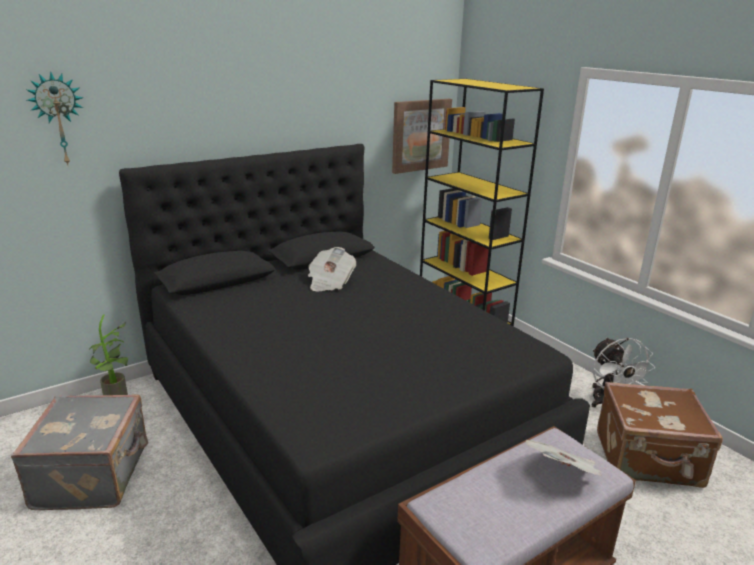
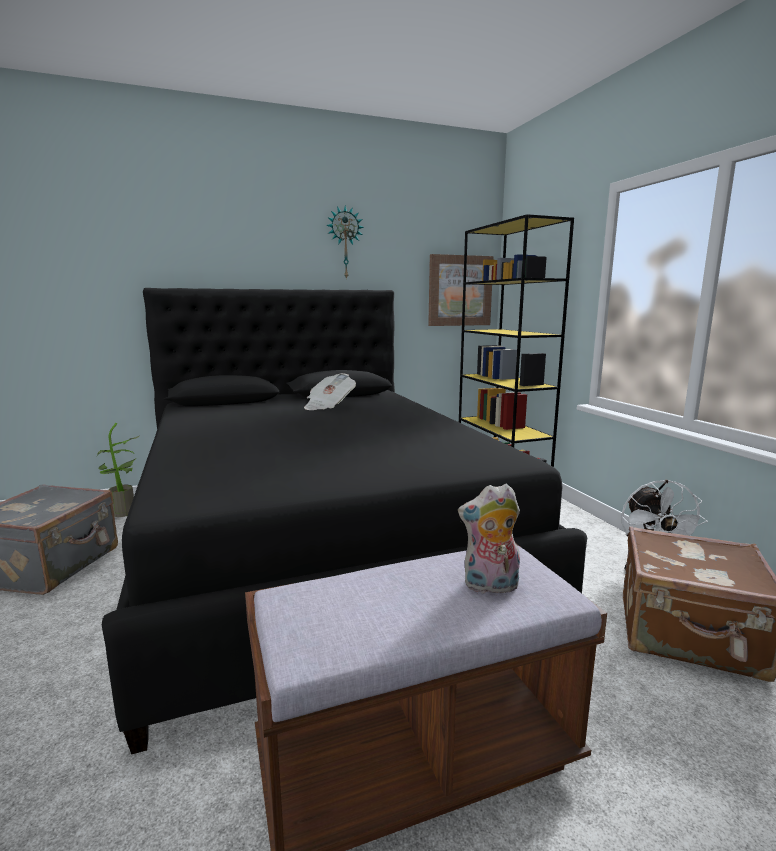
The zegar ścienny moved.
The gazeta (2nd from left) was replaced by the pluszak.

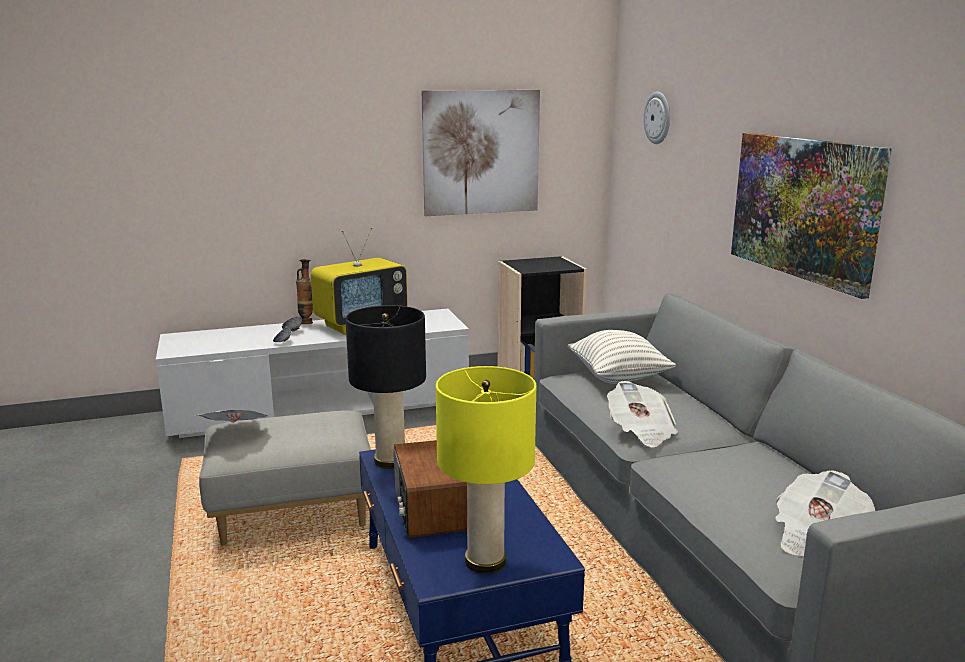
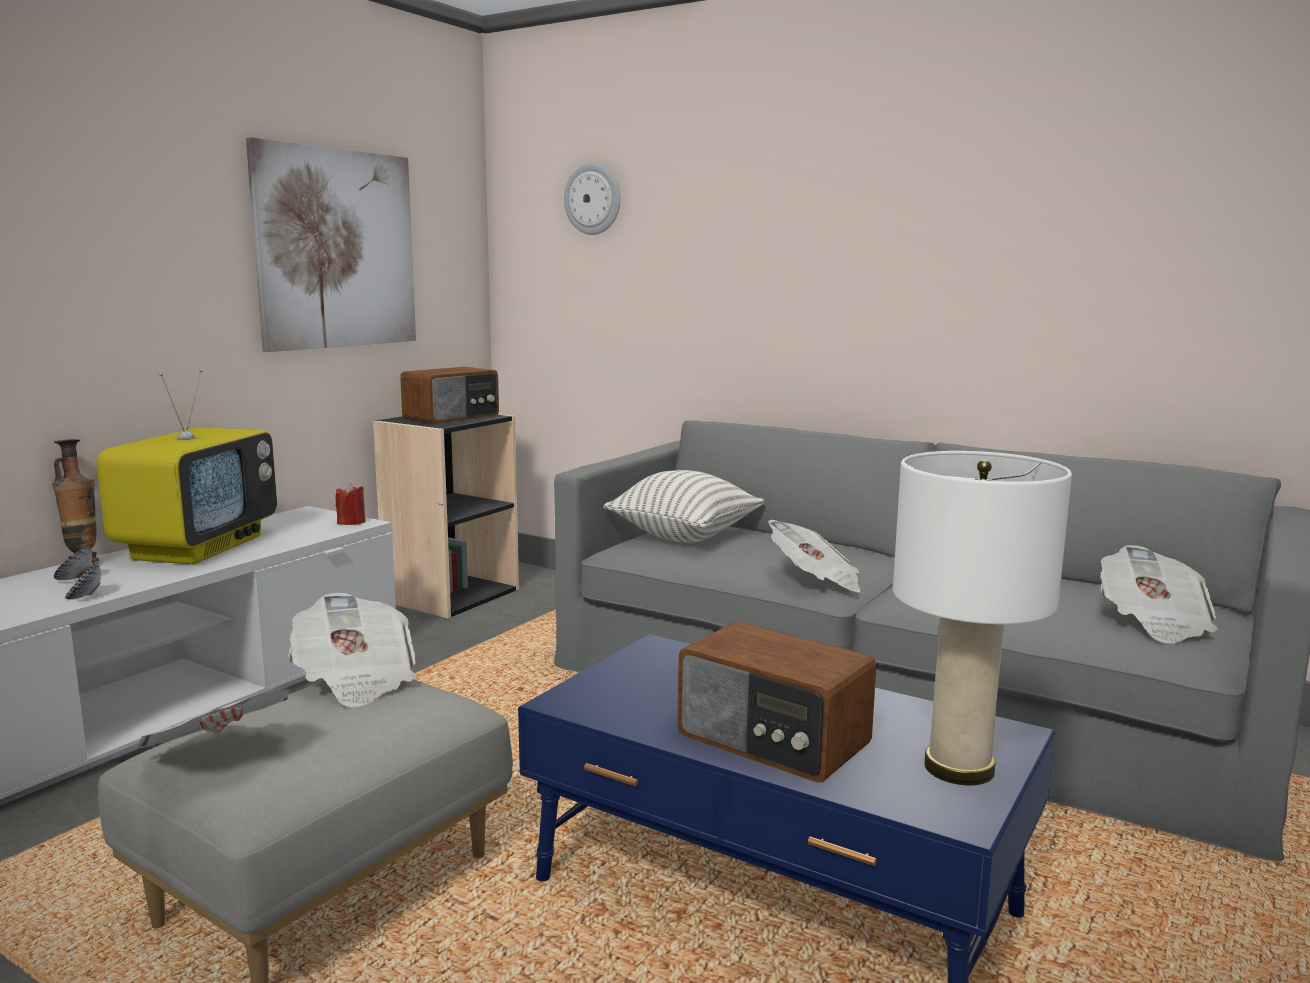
The gazeta (2nd from left) appeared.
The świeca (czerwony) appeared.
The radio (1st from left) appeared.
The lampa stołowa (żółty) became the lampa stołowa (biały).
The lampa stołowa (czarny) disappeared.
The obraz (2nd from left) disappeared.

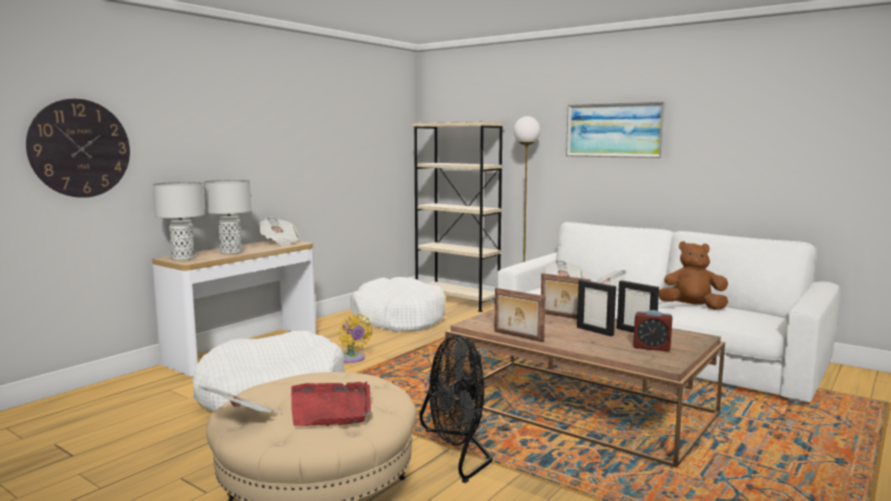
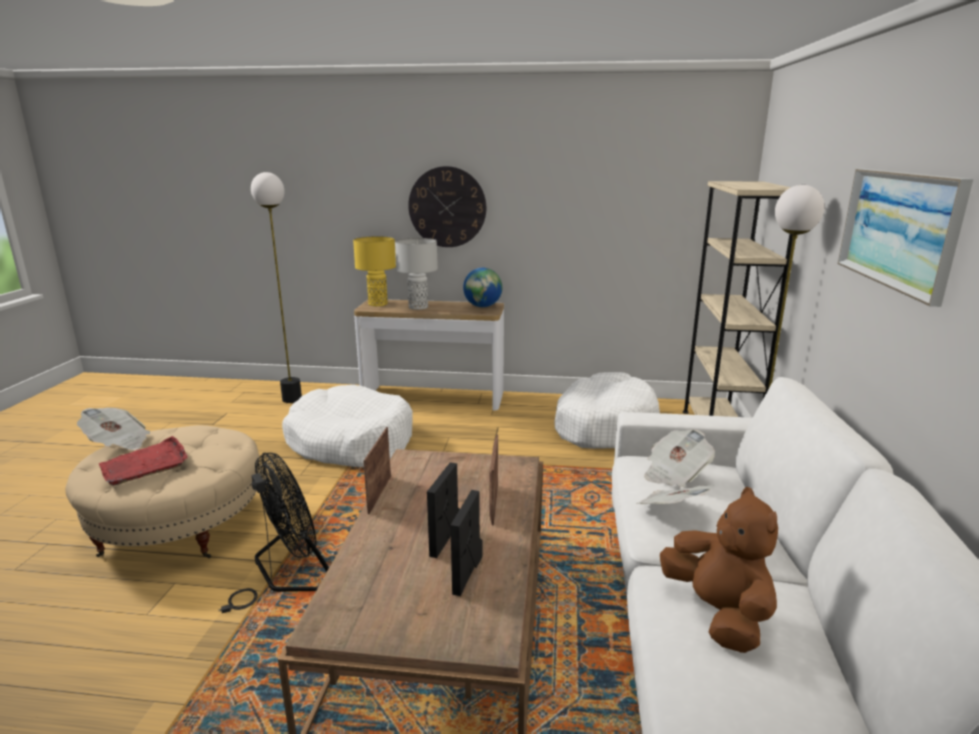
The wentylator (czarny) turned 105 degrees clockwise.
The lampa stojąca (1st from left) appeared.
The lampa stołowa (biały) (1st from left) became the lampa stołowa (żółty).
The zegar ścienny moved.
The gazeta (2nd from left) was replaced by the globus.
The wentylator (żółty) disappeared.
The budzik disappeared.

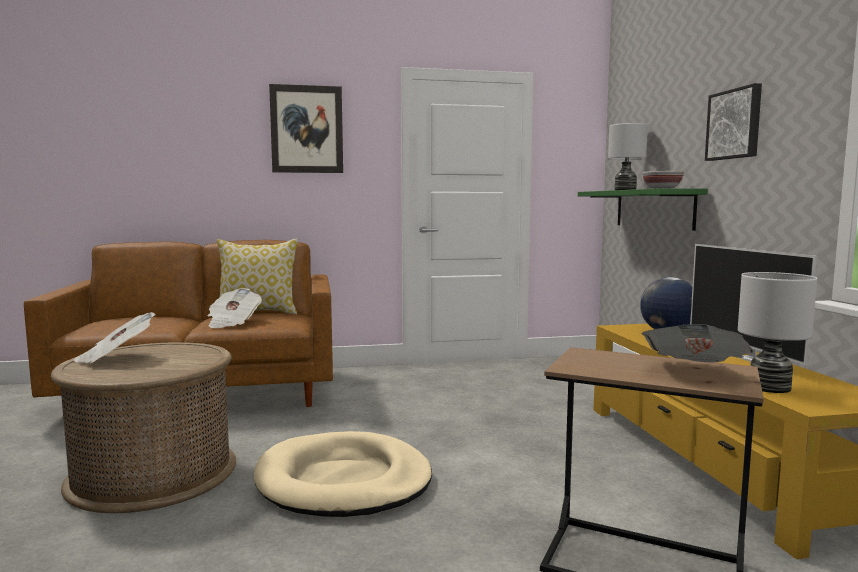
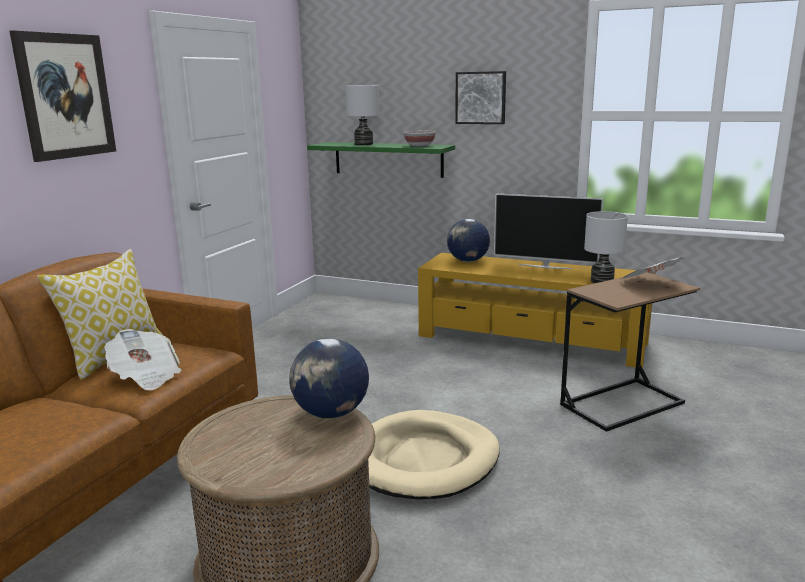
The globus (1st from left) appeared.
The gazeta (1st from left) disappeared.

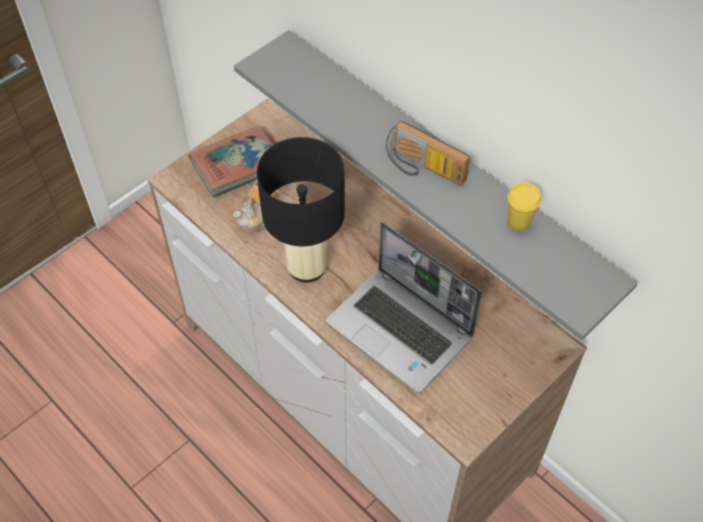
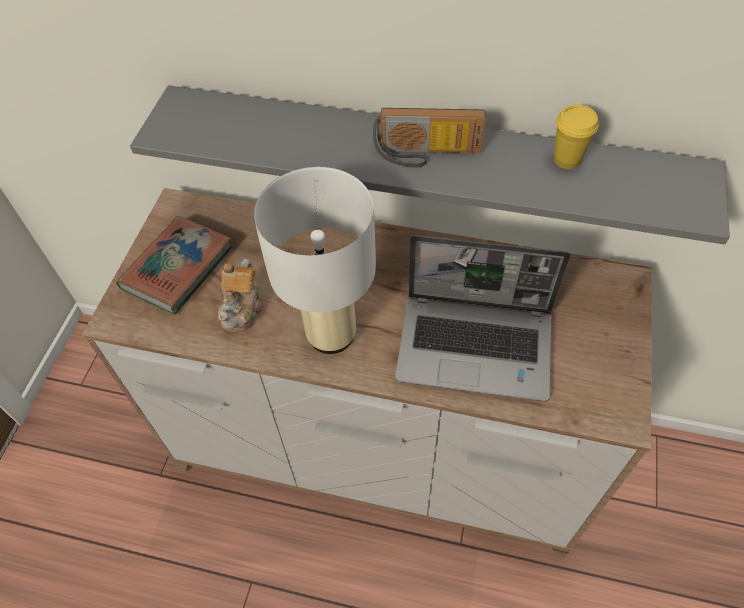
The lampa stołowa (czarny) became the lampa stołowa (biały).

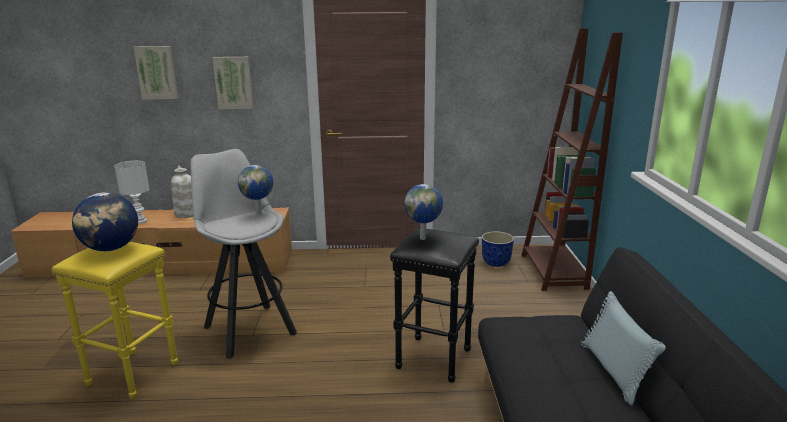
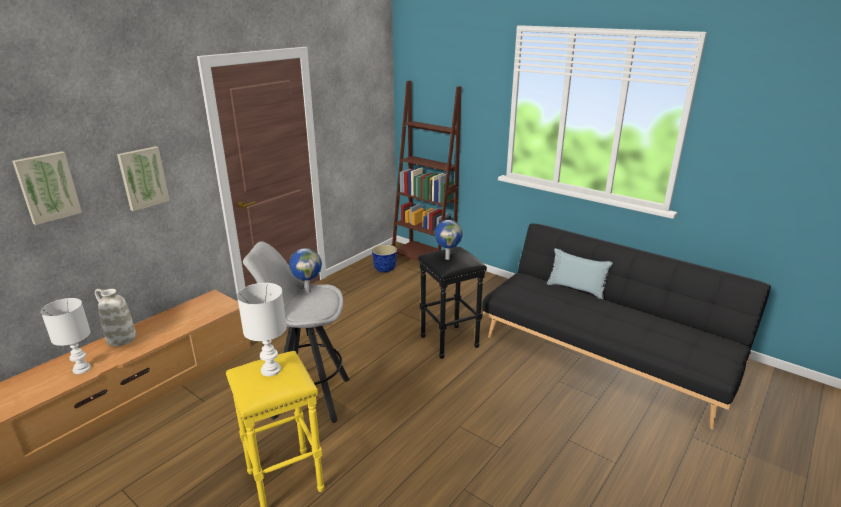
The globus (1st from left) was replaced by the lampa stołowa (biały) (2nd from left).

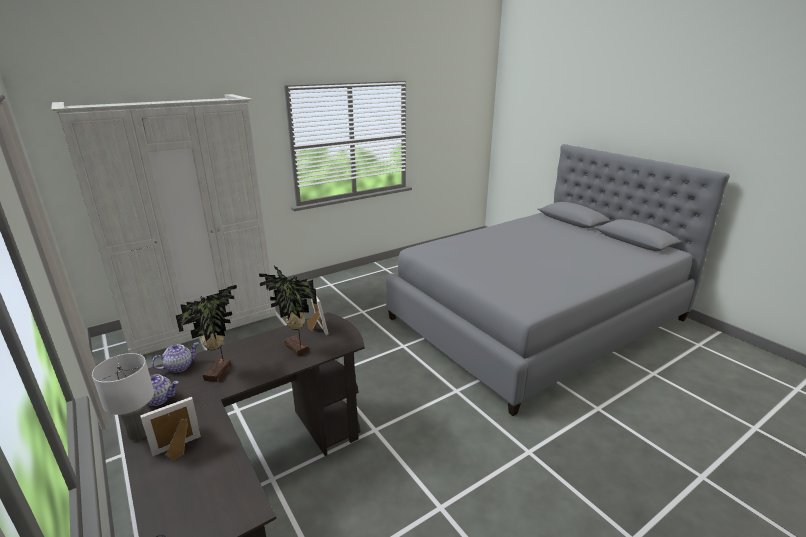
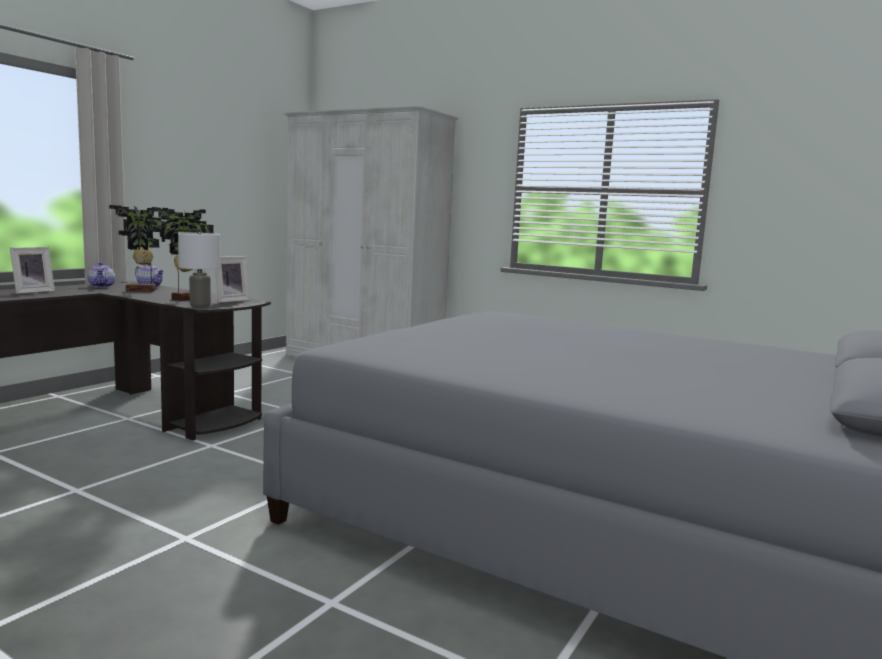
The ramka na zdjęcie (1st from left) turned 90 degrees clockwise.
The lampa stołowa (biały) moved.

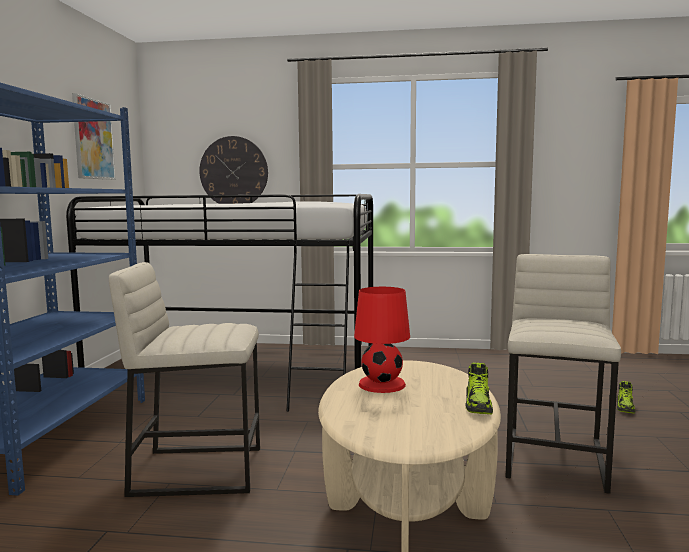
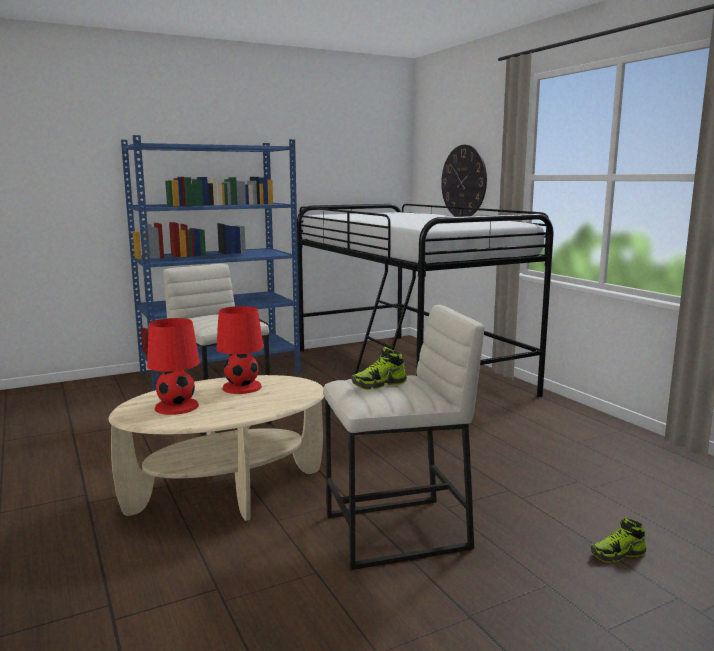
The lampa stołowa (czerwony) (1st from left) appeared.
The but (1st from left) moved.
The obraz disappeared.

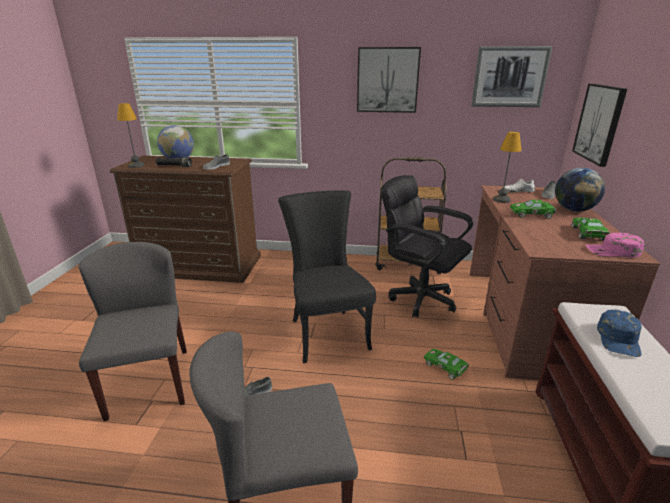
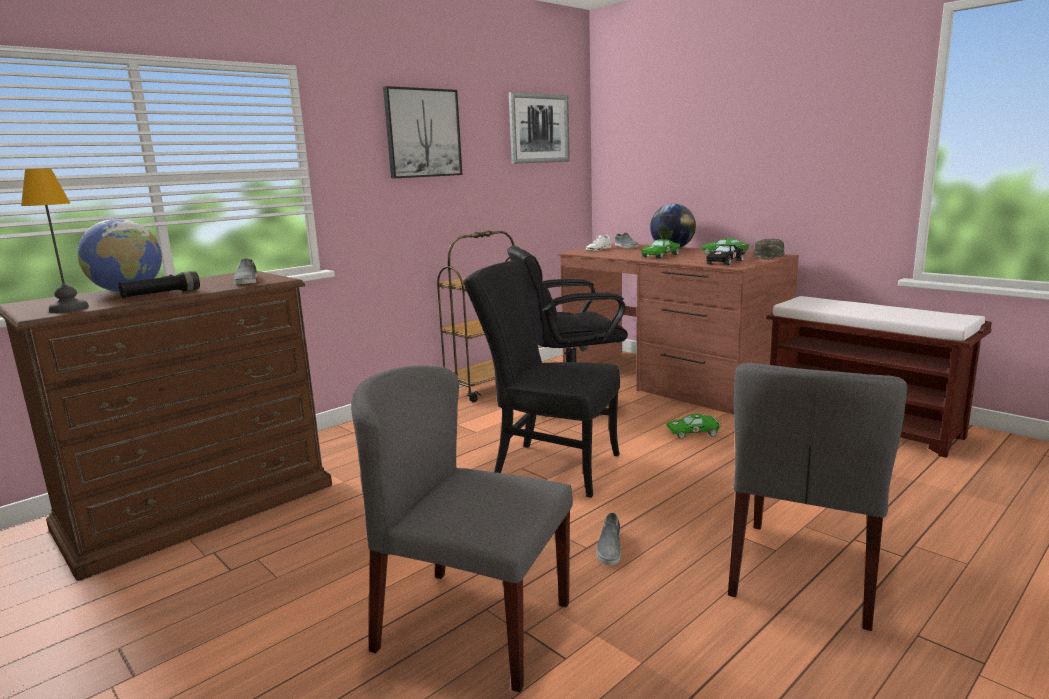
The samochodzik (czarny) appeared.
The czapka z daszkiem (różowy) became the czapka z daszkiem (zielony).
The lampa stołowa (2nd from left) disappeared.
The obraz (3rd from left) disappeared.
The czapka z daszkiem (niebieski) disappeared.

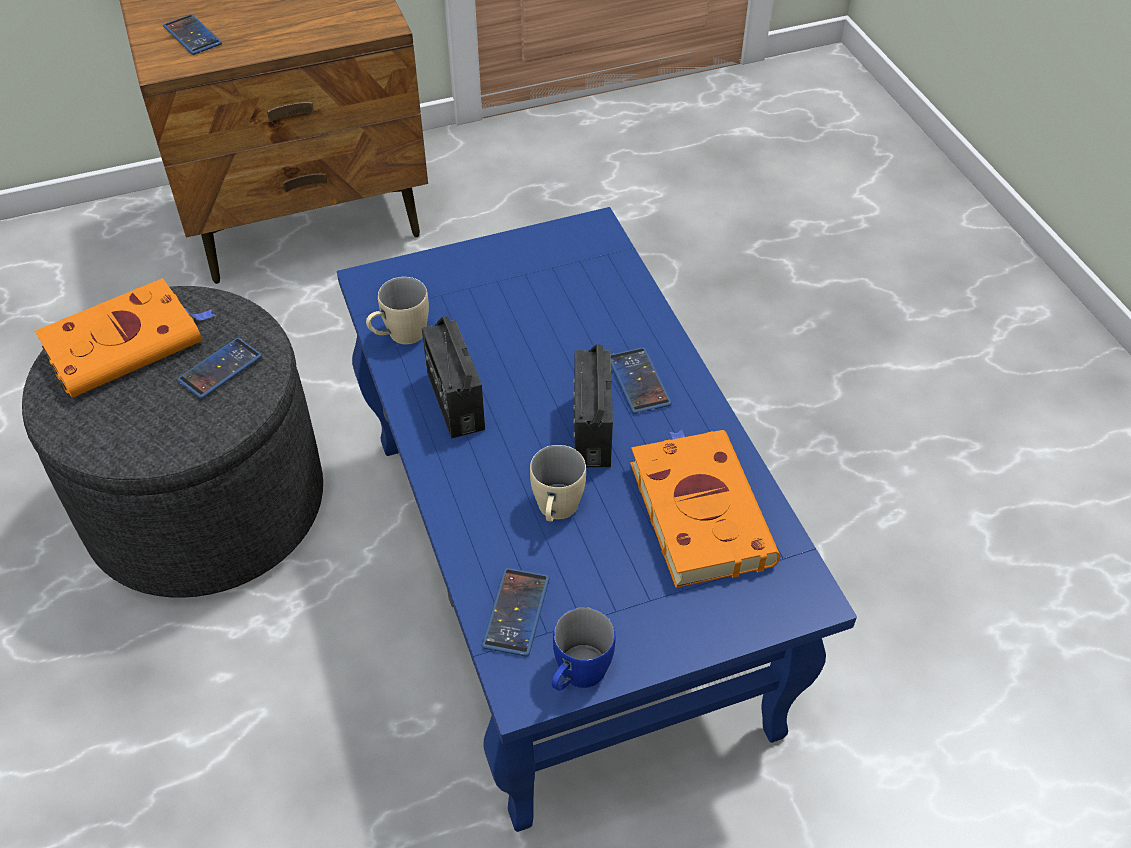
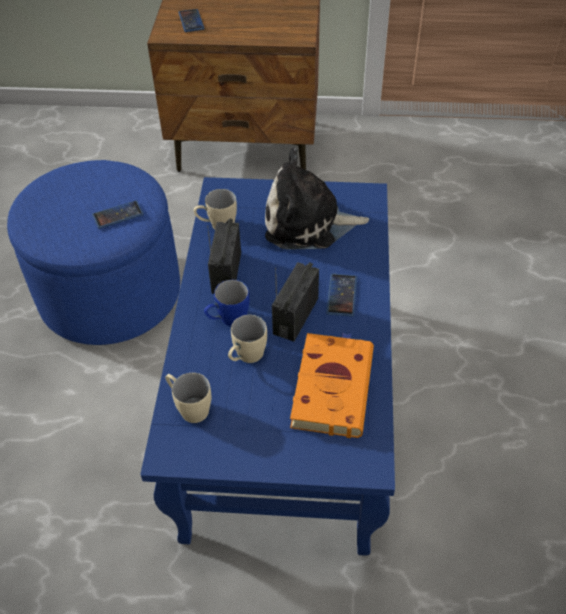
The pufa (szary) became the pufa (niebieski).
The telefon (3rd from left) was replaced by the kubek (beżowy) (1st from left).
The kubek (niebieski) moved.
The pluszak appeared.
The książka (pomarańczowy) (1st from left) disappeared.

